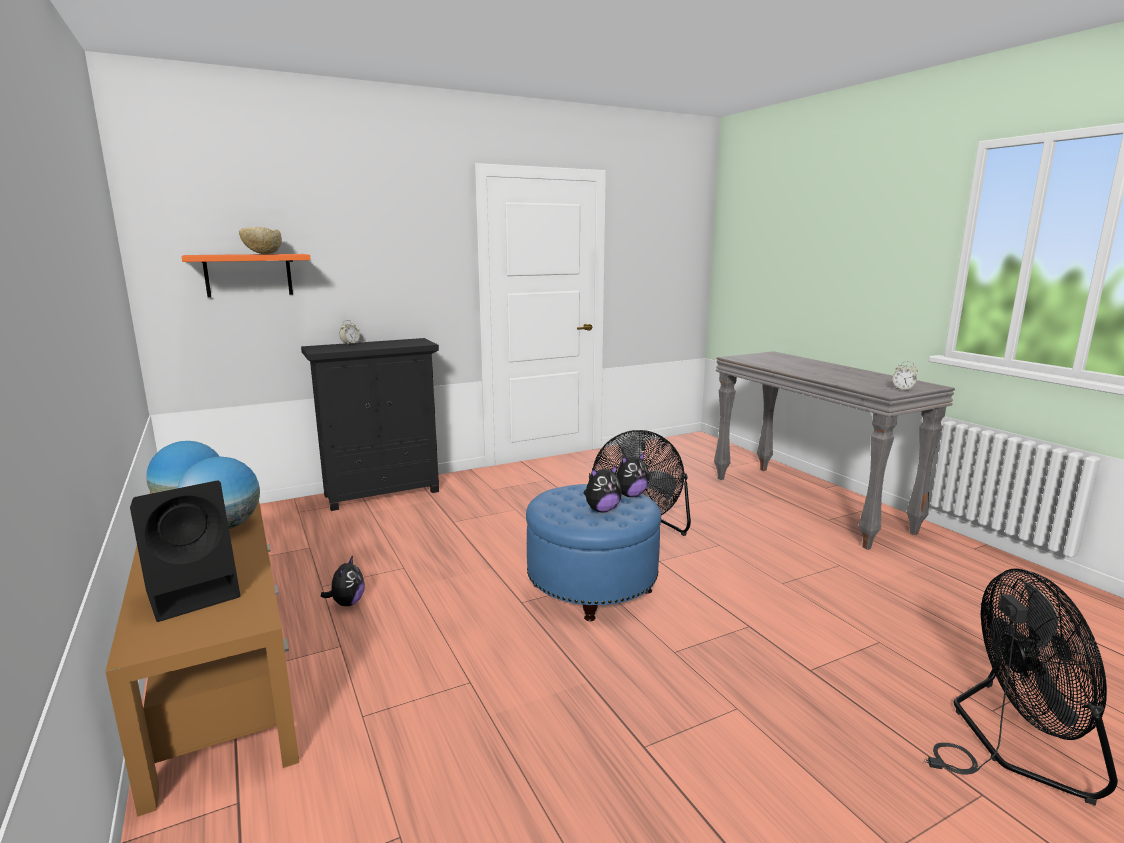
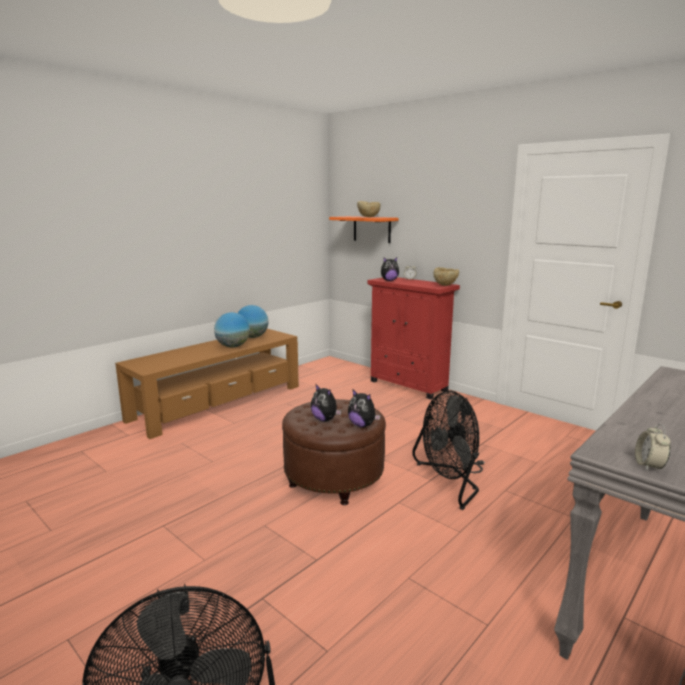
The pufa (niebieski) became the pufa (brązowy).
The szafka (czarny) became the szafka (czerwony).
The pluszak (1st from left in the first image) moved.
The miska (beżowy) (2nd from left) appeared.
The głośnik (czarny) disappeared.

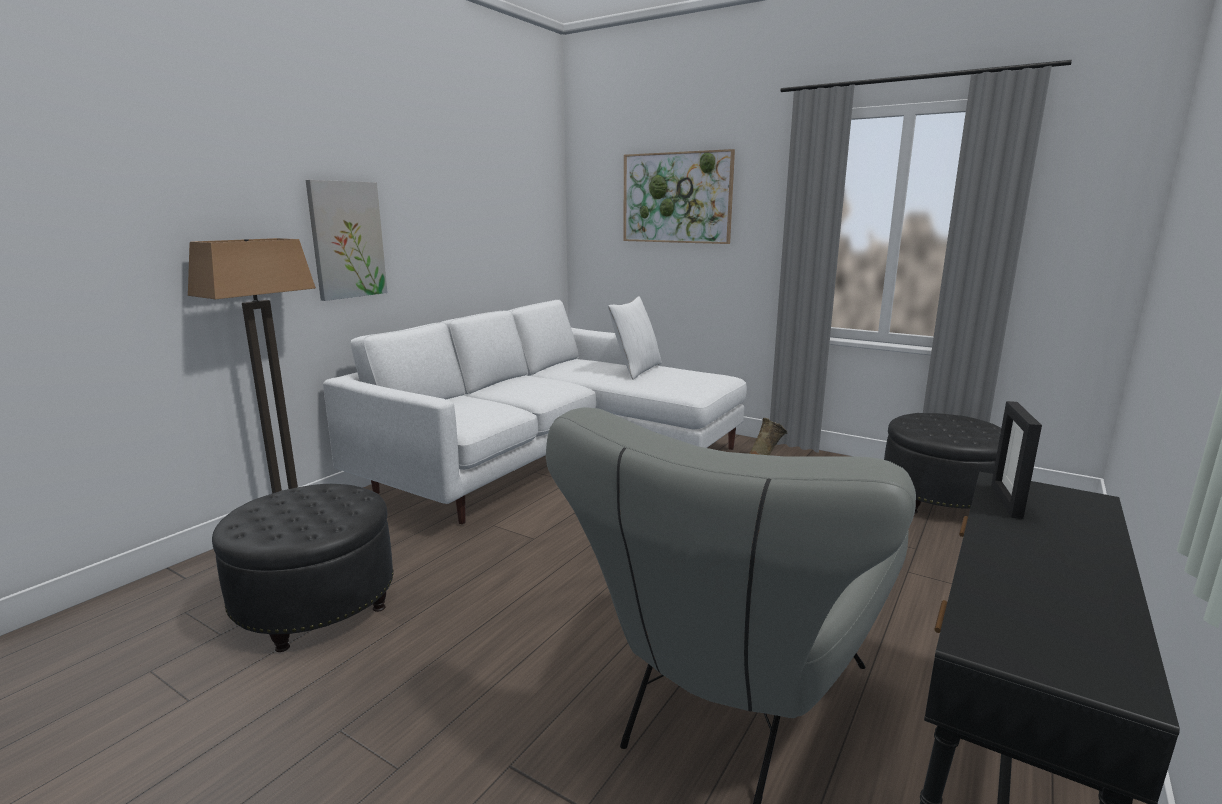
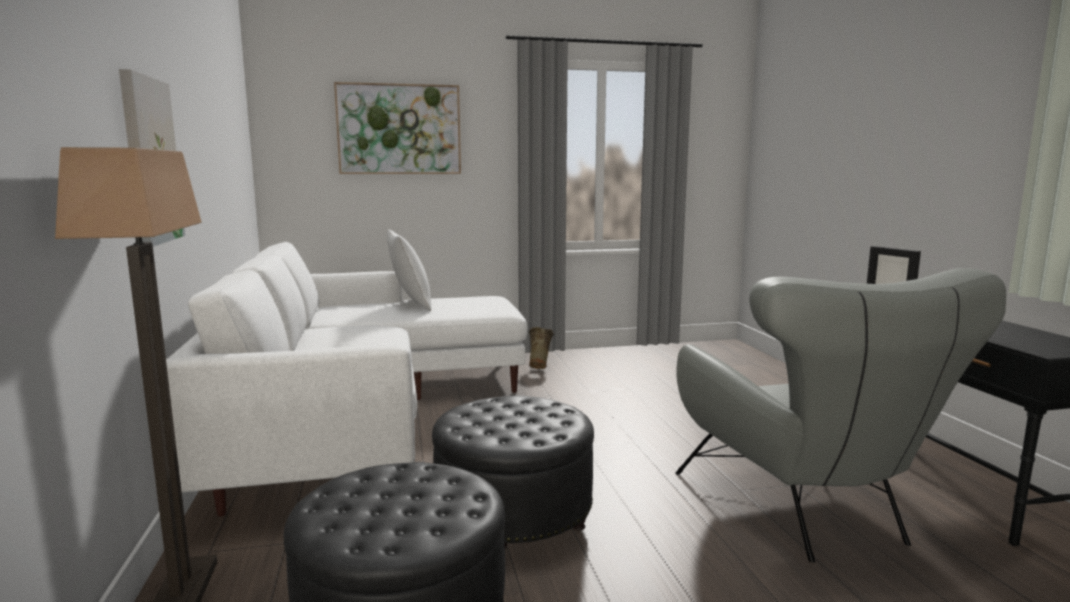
The pufa (czarny) (2nd from left) moved.

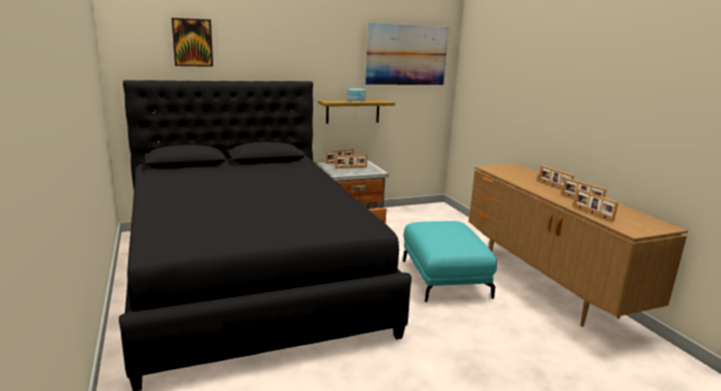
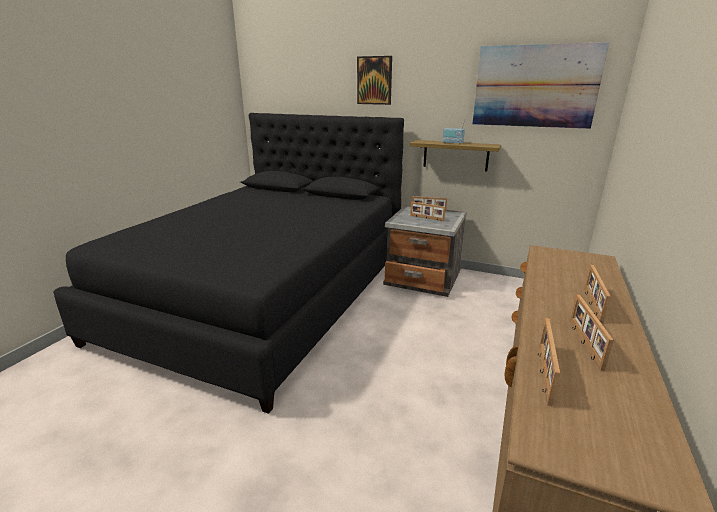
The obraz (1st from left) moved.
The pufa (turkusowy) disappeared.

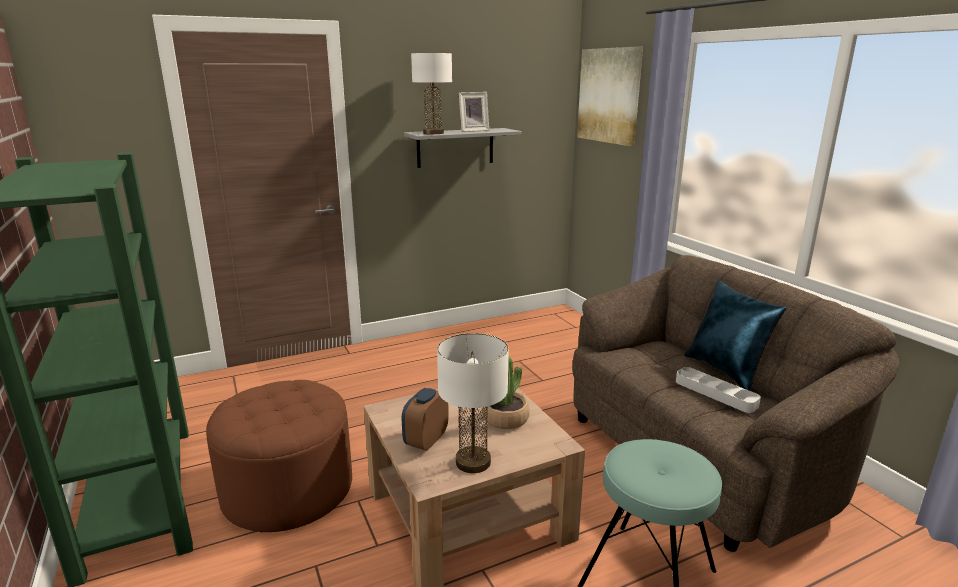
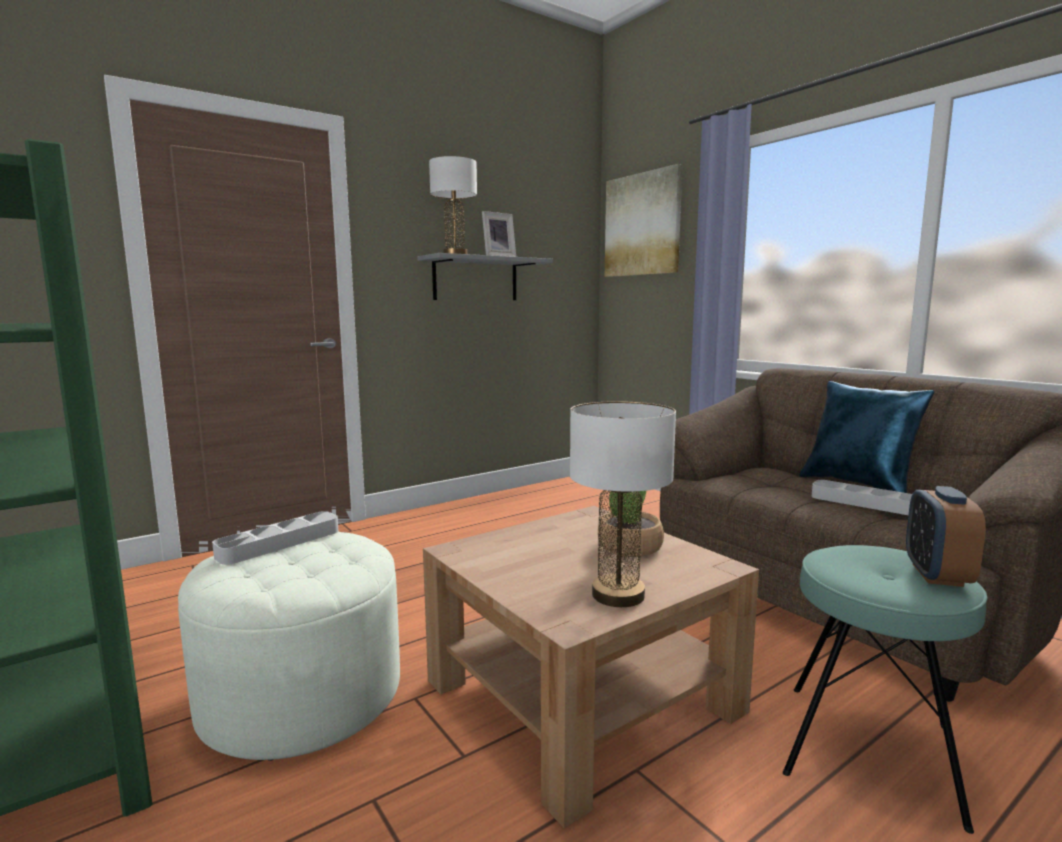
The pufa (brązowy) became the pufa (biały).
The taca (szary) (1st from left) appeared.
The budzik moved.

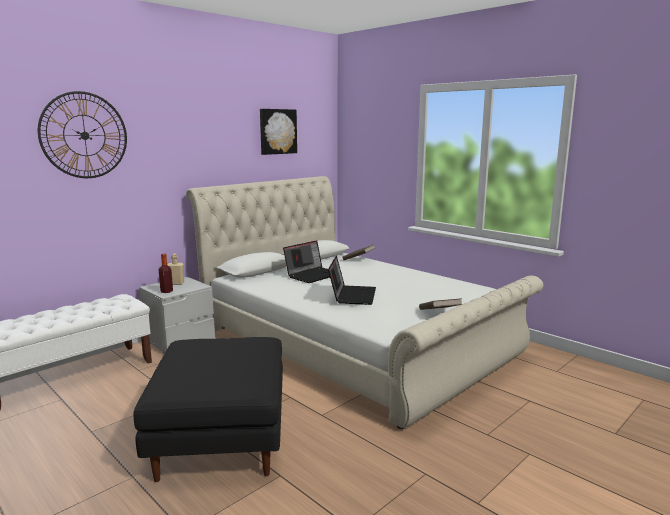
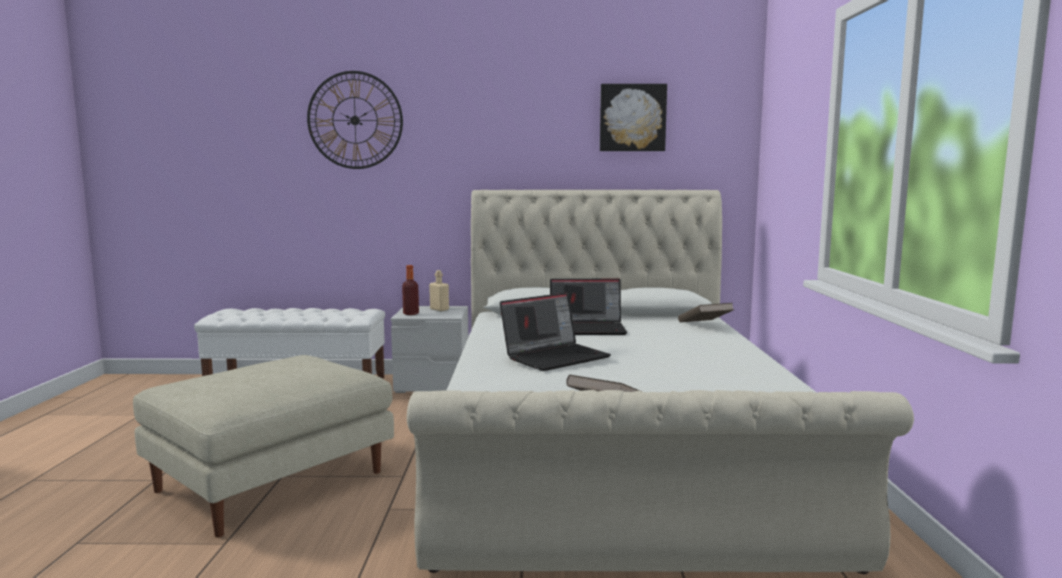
The pufa (czarny) became the pufa (beżowy).

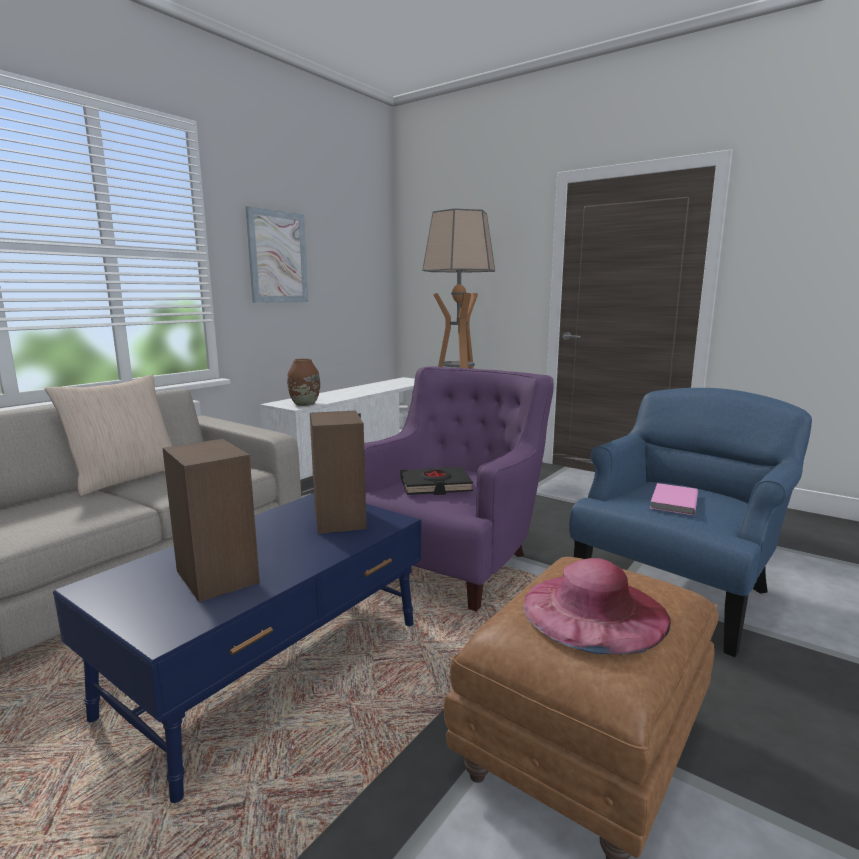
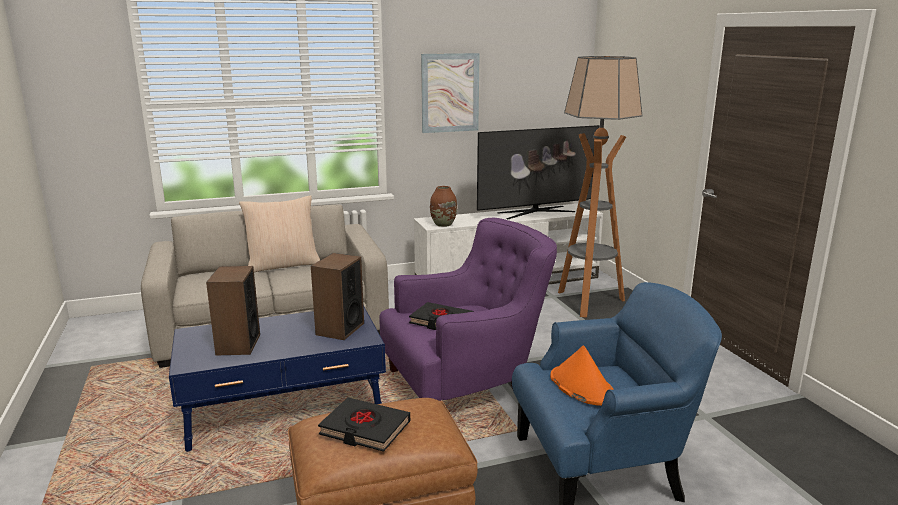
The kapelusz (różowy) was replaced by the książka (czarny) (1st from left).
The telewizor appeared.
The książka (różowy) was replaced by the kapelusz (pomarańczowy).

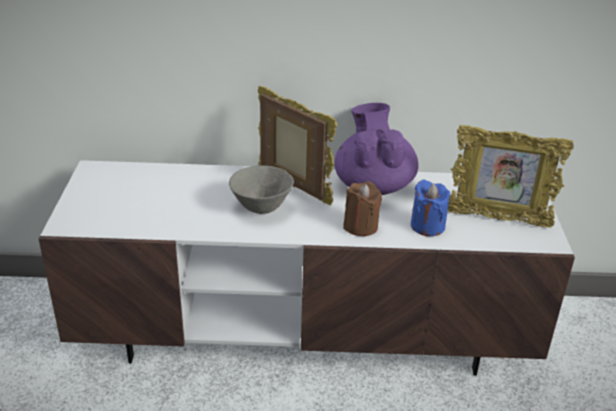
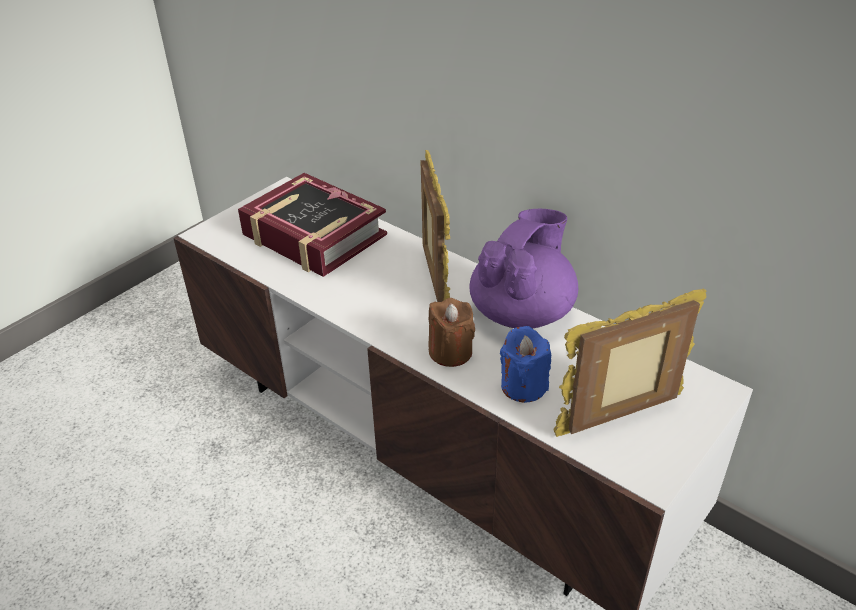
The książka appeared.
The ramka na zdjęcie (2nd from left) turned 105 degrees clockwise.
The miska (szary) disappeared.

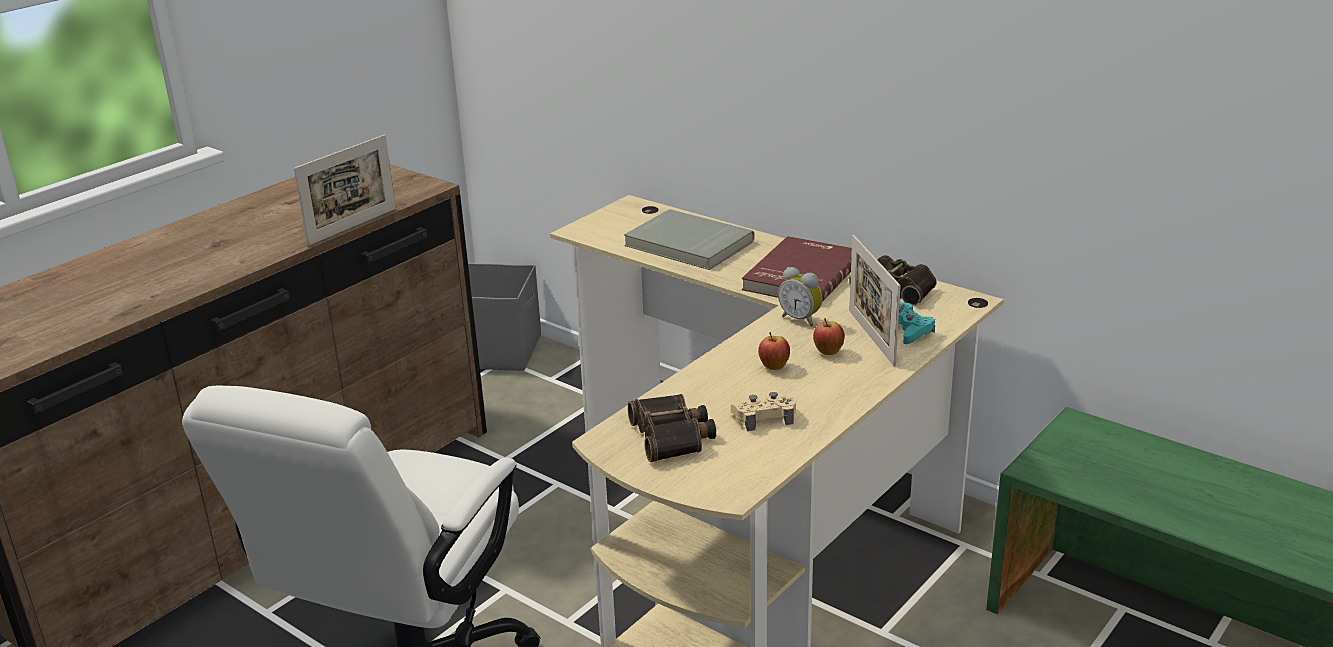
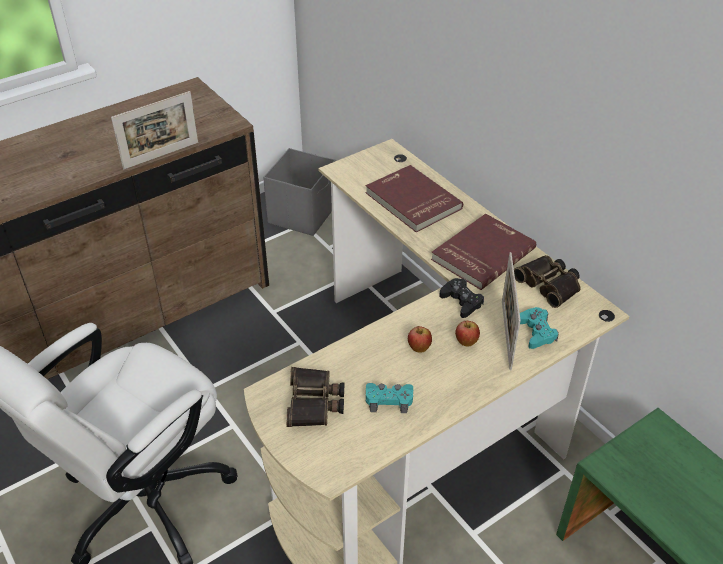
The książka (szary) became the książka (czerwony) (1st from left).
The pad do gier (beżowy) became the pad do gier (turkusowy) (1st from left).
The budzik was replaced by the pad do gier (czarny).

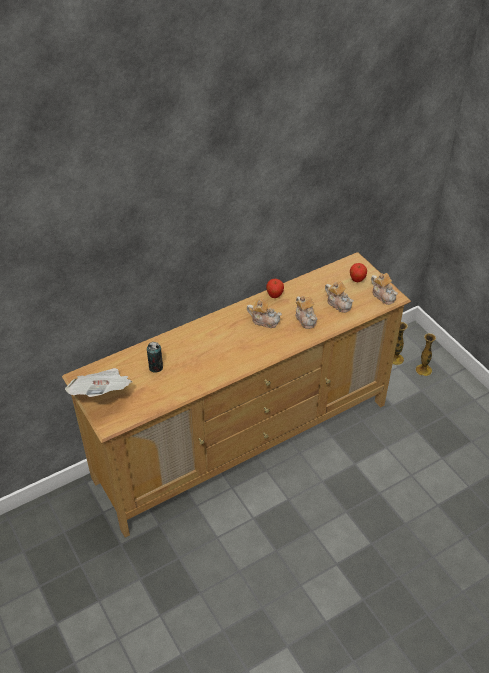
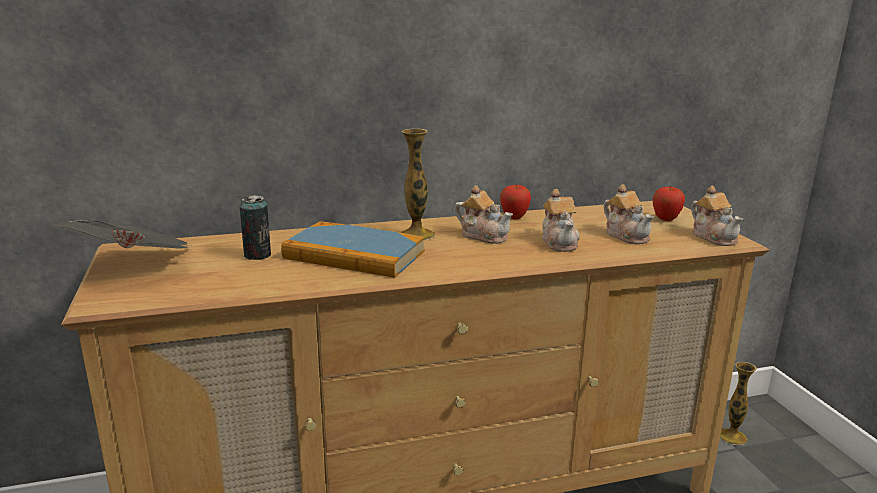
The książka appeared.
The wazon (2nd from left in the first image) moved.

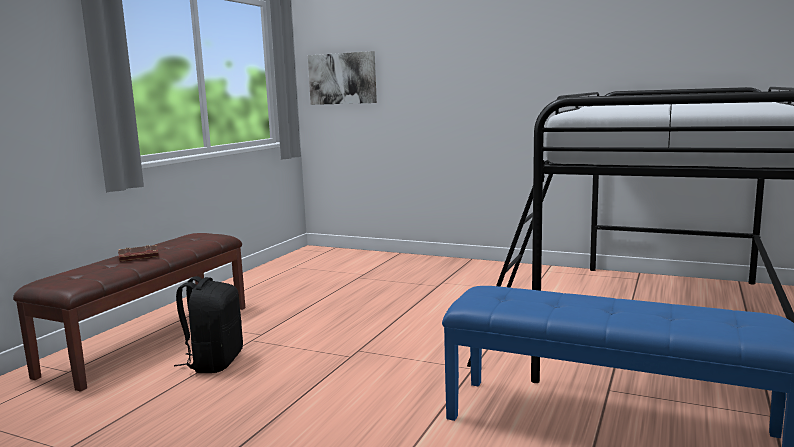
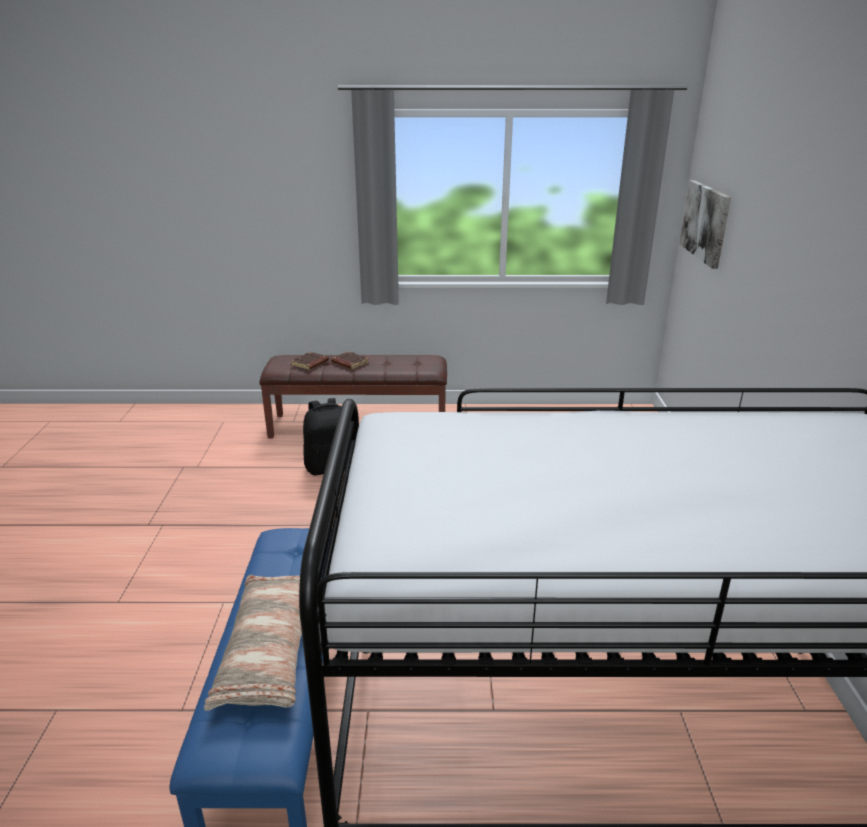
The poduszka appeared.
The książka (brązowy) (1st from left) appeared.

